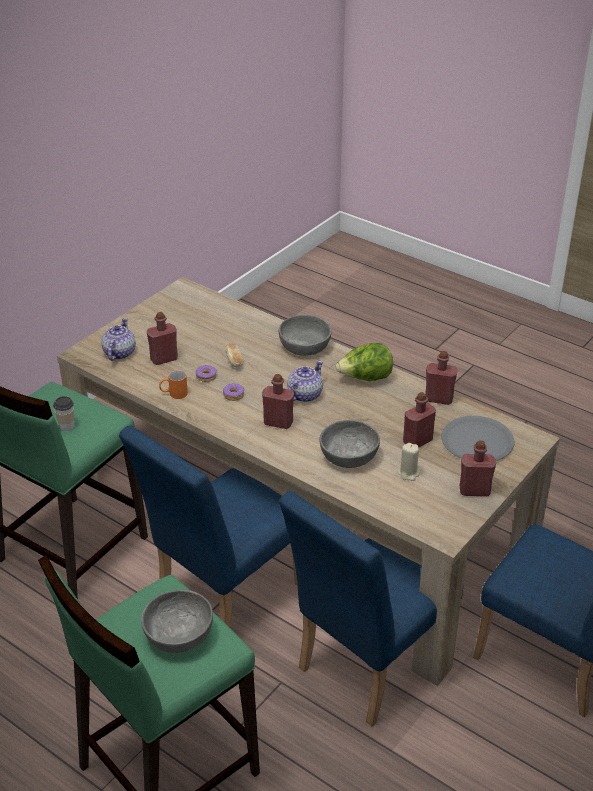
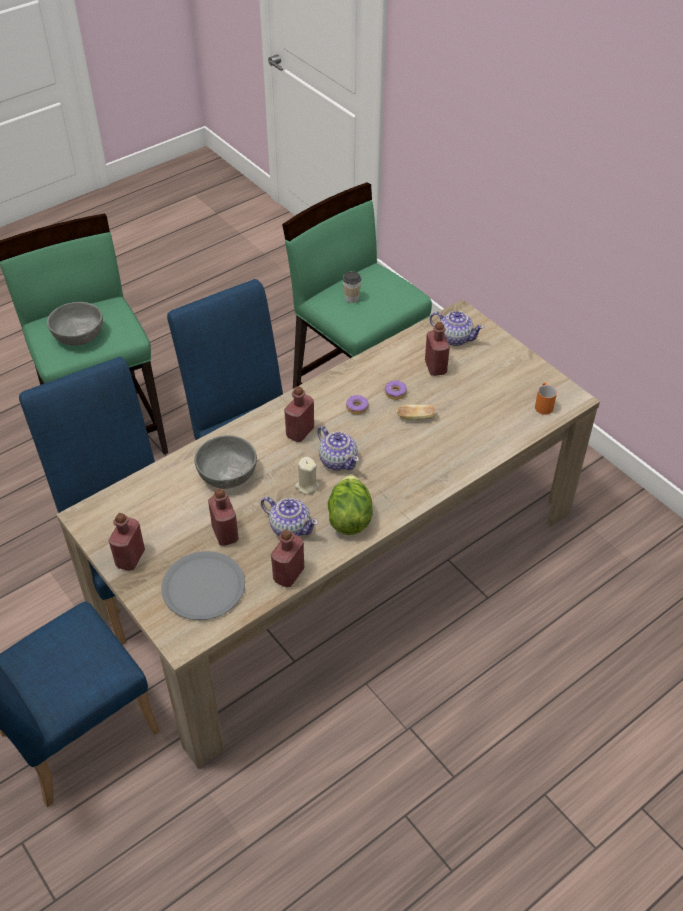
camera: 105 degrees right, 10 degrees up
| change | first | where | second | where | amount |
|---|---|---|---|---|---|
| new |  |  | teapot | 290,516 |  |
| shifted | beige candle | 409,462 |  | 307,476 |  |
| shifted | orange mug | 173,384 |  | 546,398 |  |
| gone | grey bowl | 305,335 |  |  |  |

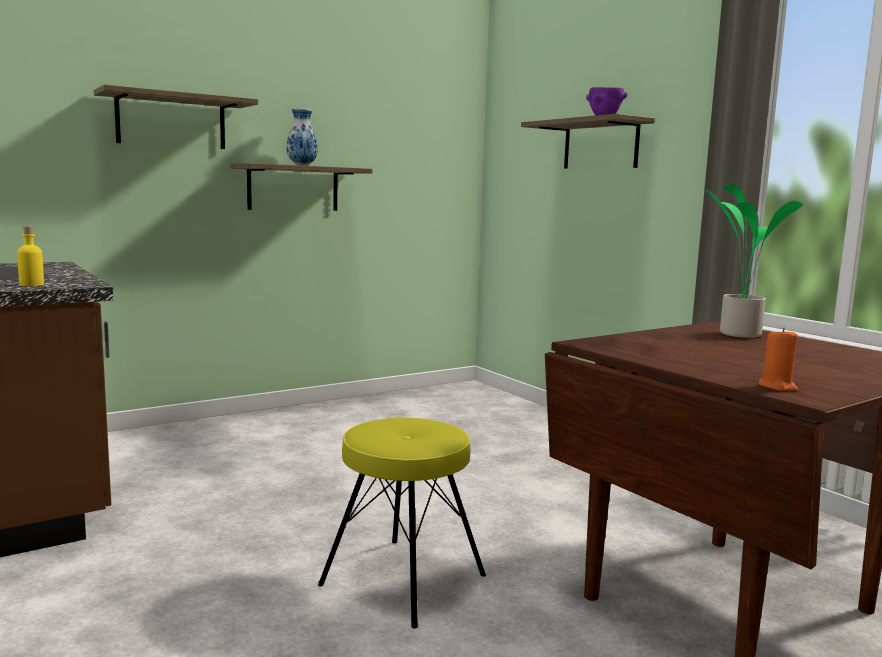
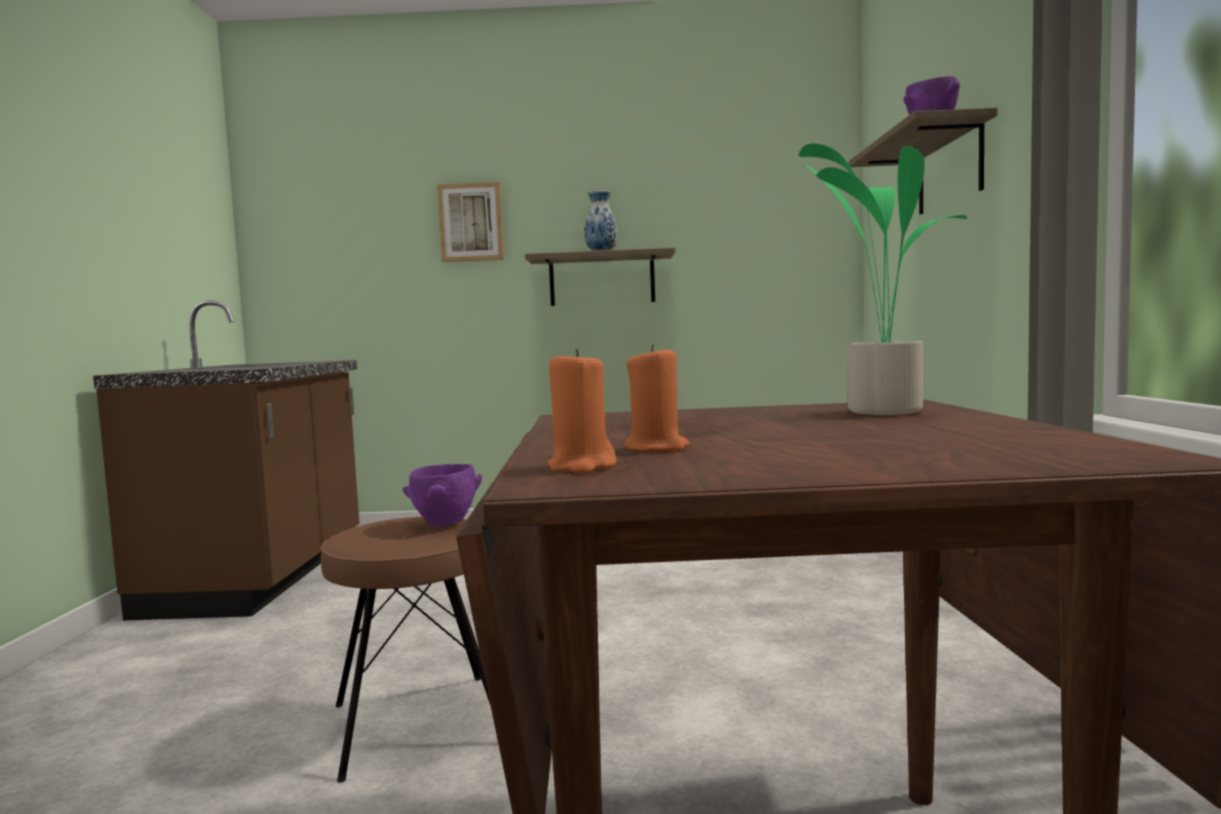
camera: 35 degrees right, 5 degrees down
| change | first | where | second | where | amount |
|---|---|---|---|---|---|
| repainted | yellow stool | 402,523 | brown stool | 406,650 |  |
| new |  |  | purple bowl | 442,495 |  |
| swapped | shelf | 176,117 | picture | 470,222 |  |
| new |  |  | orange candle | 657,397 |  |
| gone | yellow bottle | 30,256 |  |  |  |

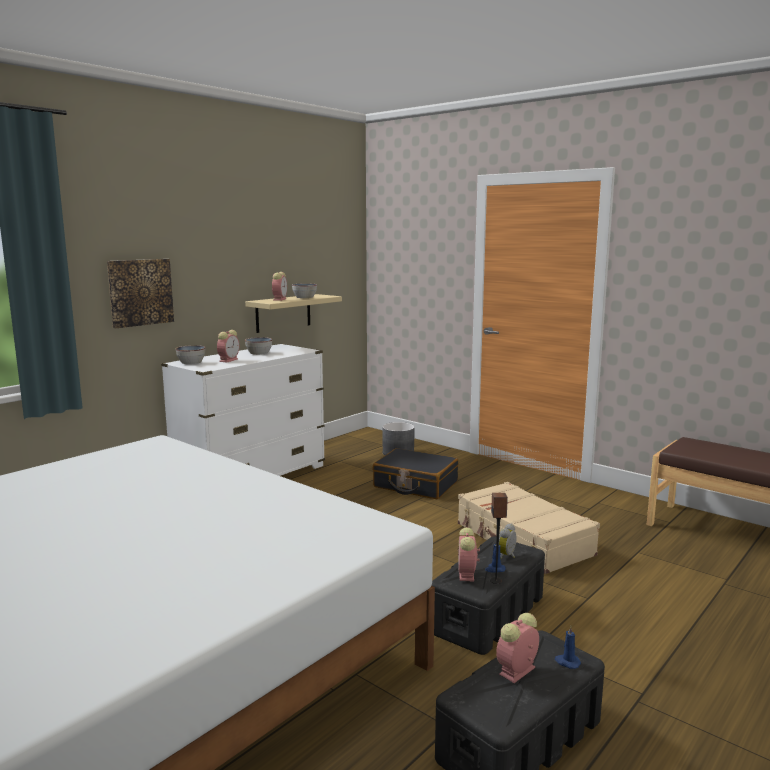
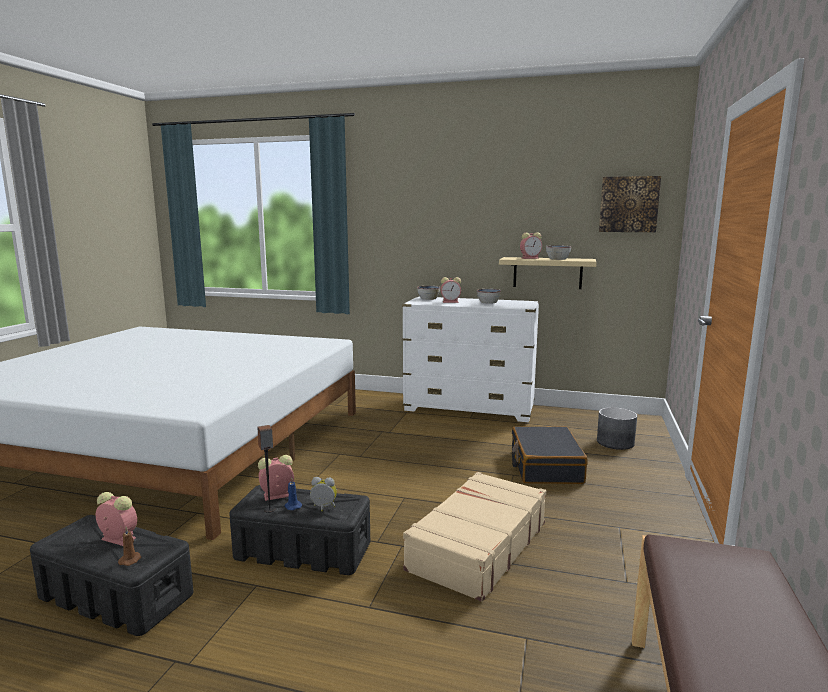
camera: 65 degrees right, 0 degrees up
| change | first | where | second | where | amount |
|---|---|---|---|---|---|
| repainted | blue candle | 568,647 | brown candle | 130,546 |  |
| shifted | picture | 140,293 |  | 630,204 |  |

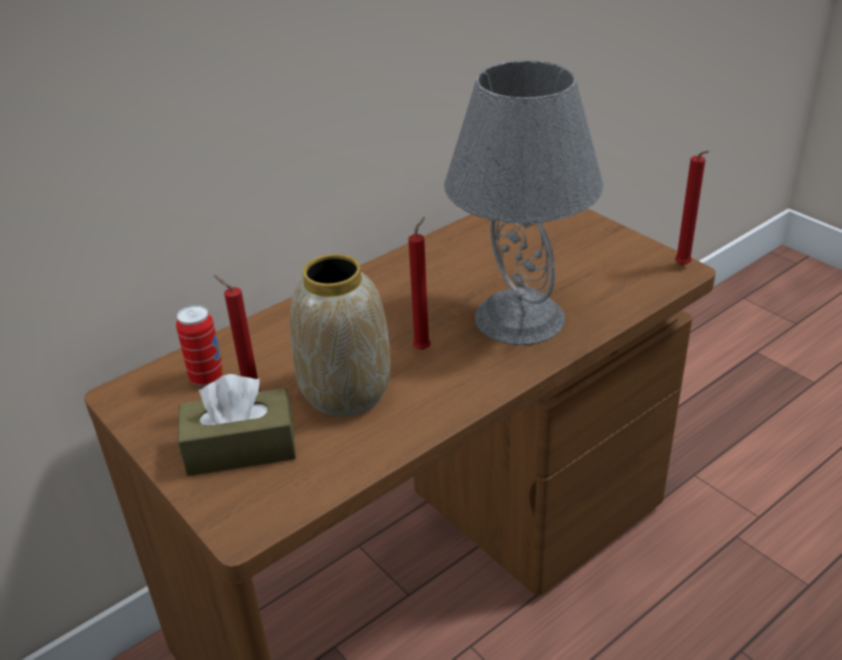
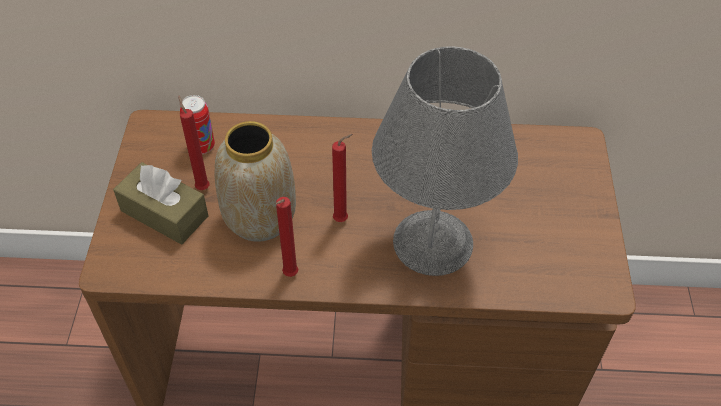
camera: 40 degrees right, 15 degrees up
| change | first | where | second | where | amount |
|---|---|---|---|---|---|
| shifted | red candle | 692,208 |  | 287,237 |  |

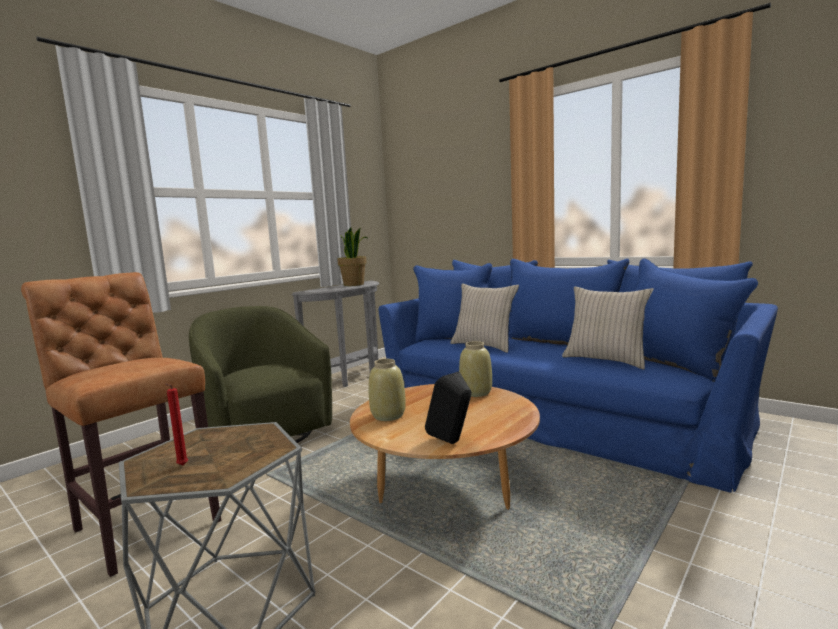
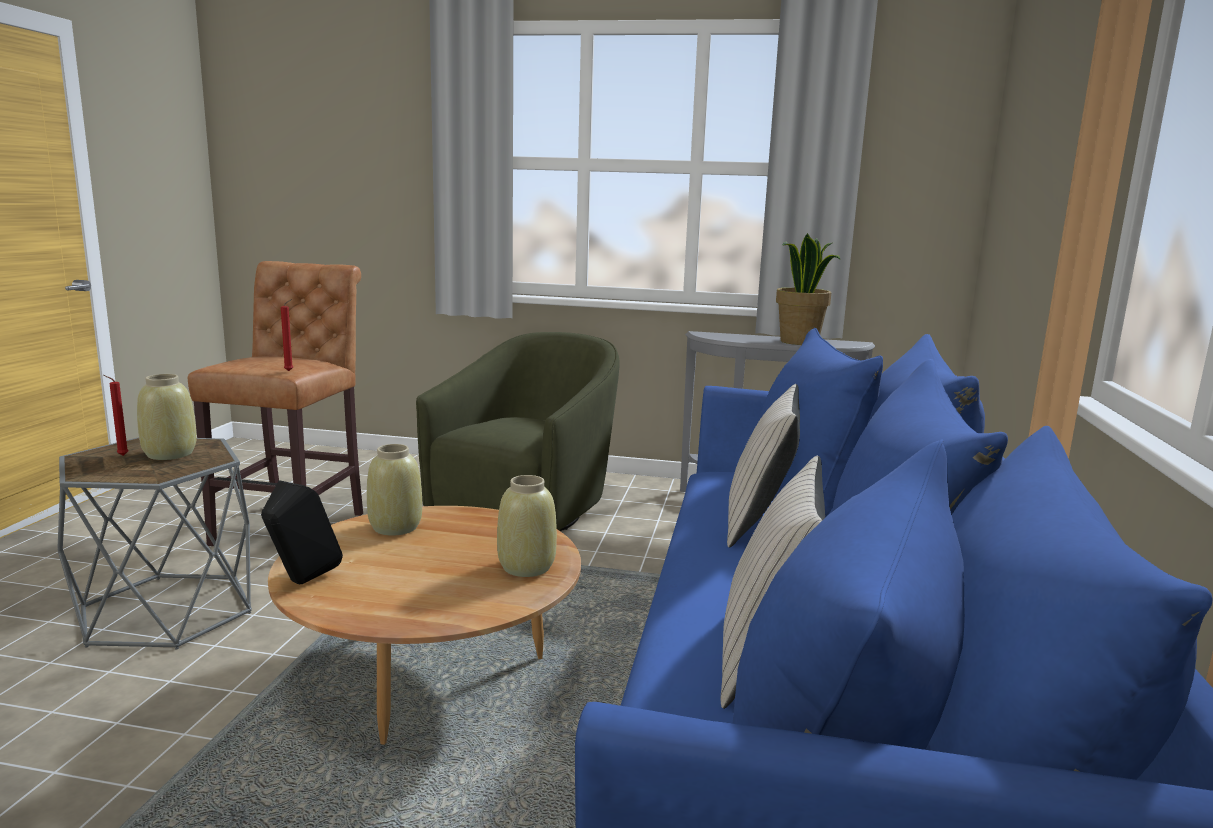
camera: 60 degrees right, 5 degrees up
| change | first | where | second | where | amount |
|---|---|---|---|---|---|
| new |  |  | beige vase | 167,417 |  |
| new |  |  | red candle | 287,335 |  |

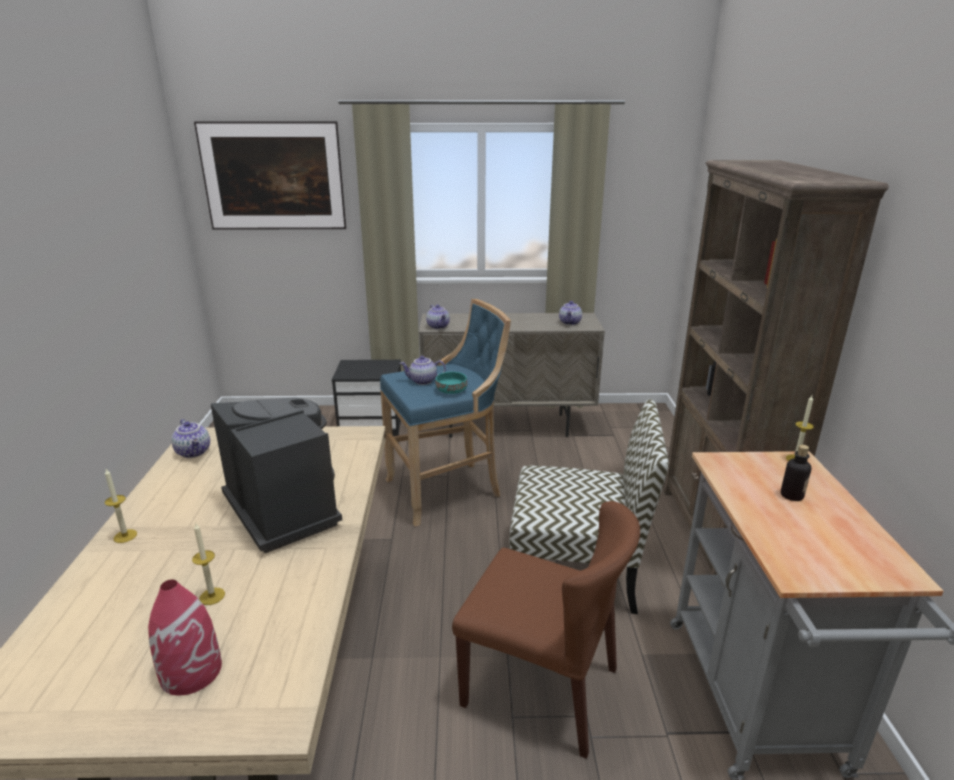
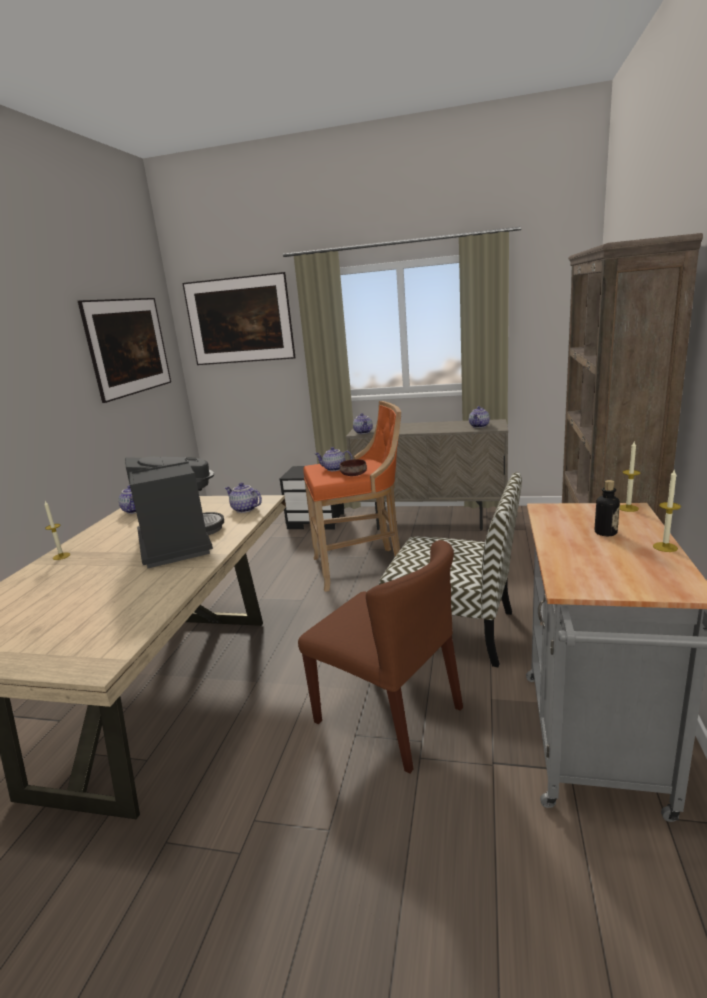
camera: 15 degrees right, 5 degrees down
| change | first | where | second | where | amount |
|---|---|---|---|---|---|
| new |  |  | picture | 124,350 |  |
| new |  |  | teapot | 243,498 |  |
| repainted | blue stool | 445,412 | orange stool | 352,496 |  |
| repainted | turquoise bowl | 451,383 | brown bowl | 353,467 |  |
| shifted | candle | 208,563 |  | 667,511 |  |
| gone | red vase | 185,638 |  |  |  |

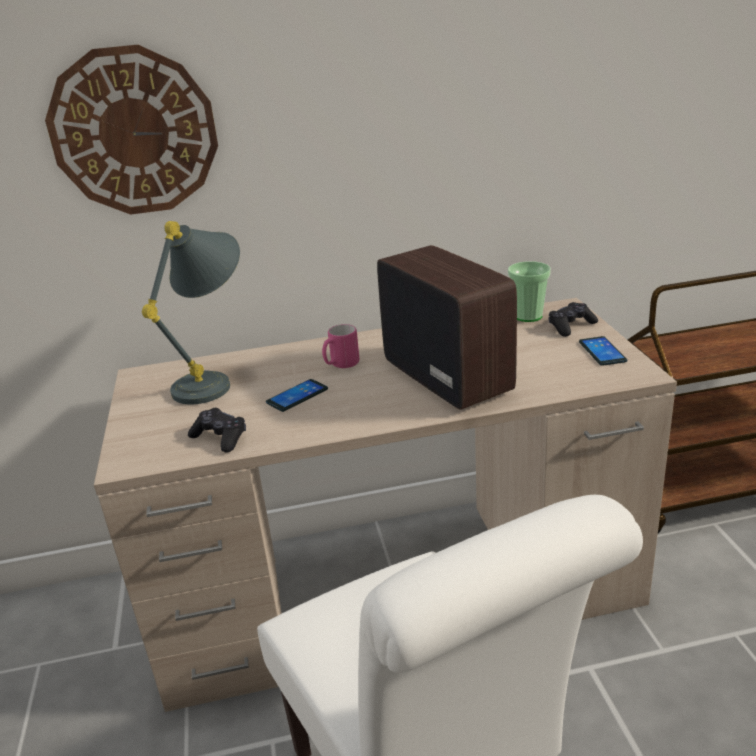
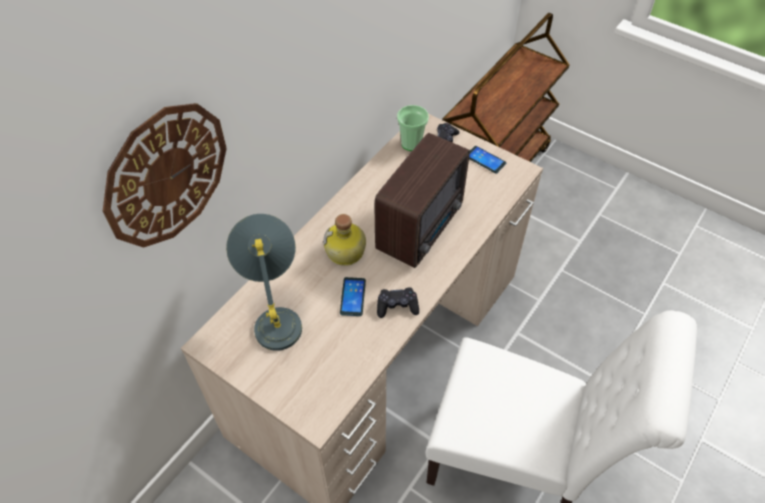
camera: 45 degrees left, 25 degrees up
| change | first | where | second | where | amount |
|---|---|---|---|---|---|
| swapped | pink mug | 340,346 | bottle | 344,240 |  |
| rotated | radio | 447,327 |  | 422,200 | 105 degrees clockwise |
| shifted | black game controller | 217,430 |  | 398,302 |  |

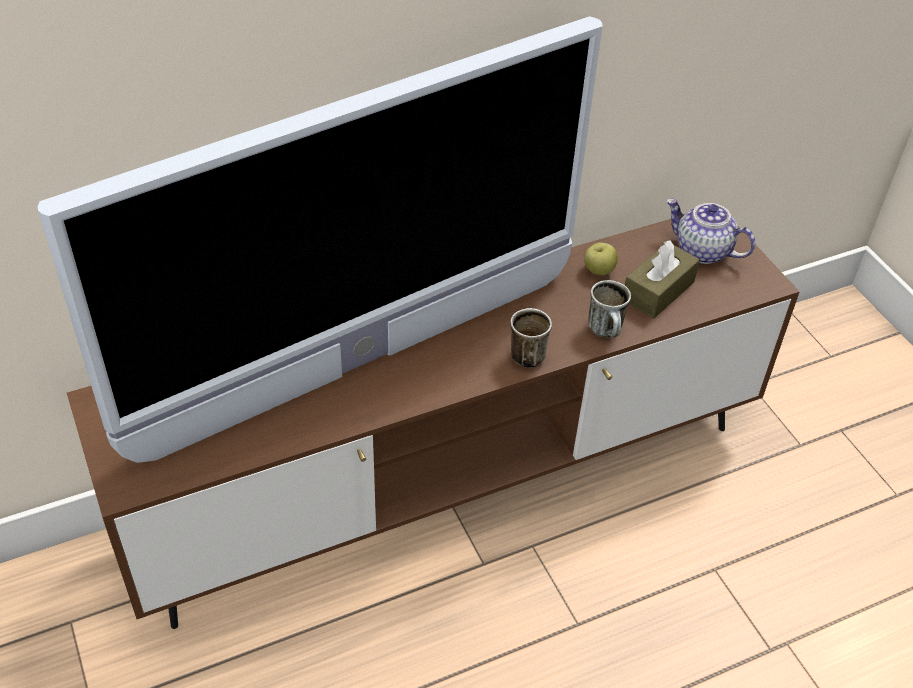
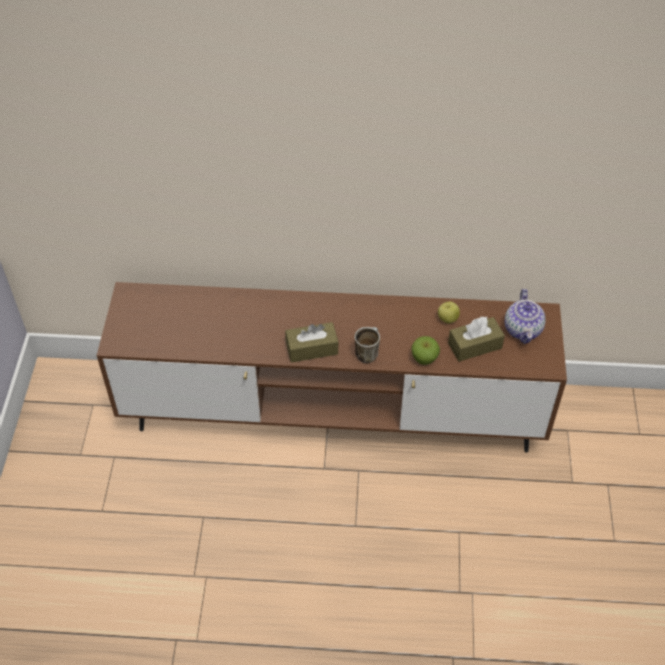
camera: 30 degrees right, 5 degrees up
| change | first | where | second | where | amount |
|---|---|---|---|---|---|
| new |  |  | brown tissue box | 312,342 |  |
| swapped | mug | 609,308 | apple | 426,350 |  |
| rotated | teapot | 710,231 |  | 525,316 | 150 degrees counterclockwise |
| gone | television | 320,239 |  |  |  |

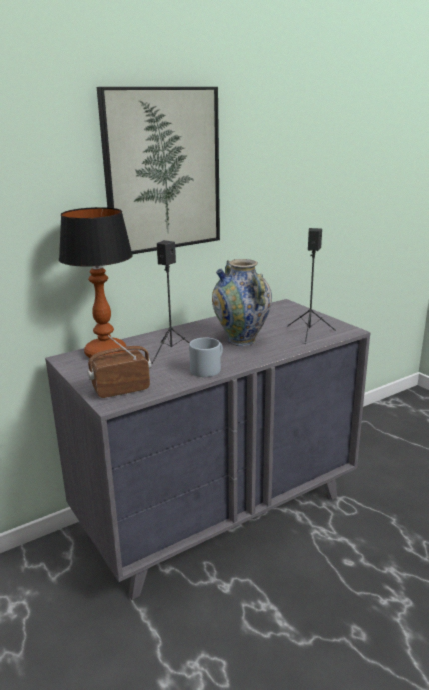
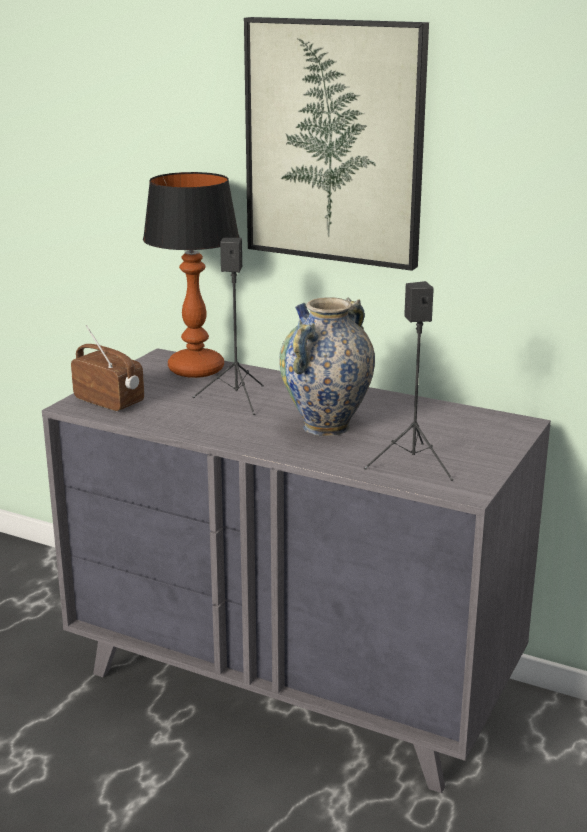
camera: 60 degrees right, 0 degrees up
| change | first | where | second | where | amount |
|---|---|---|---|---|---|
| gone | grey mug | 206,357 |  |  |  |

